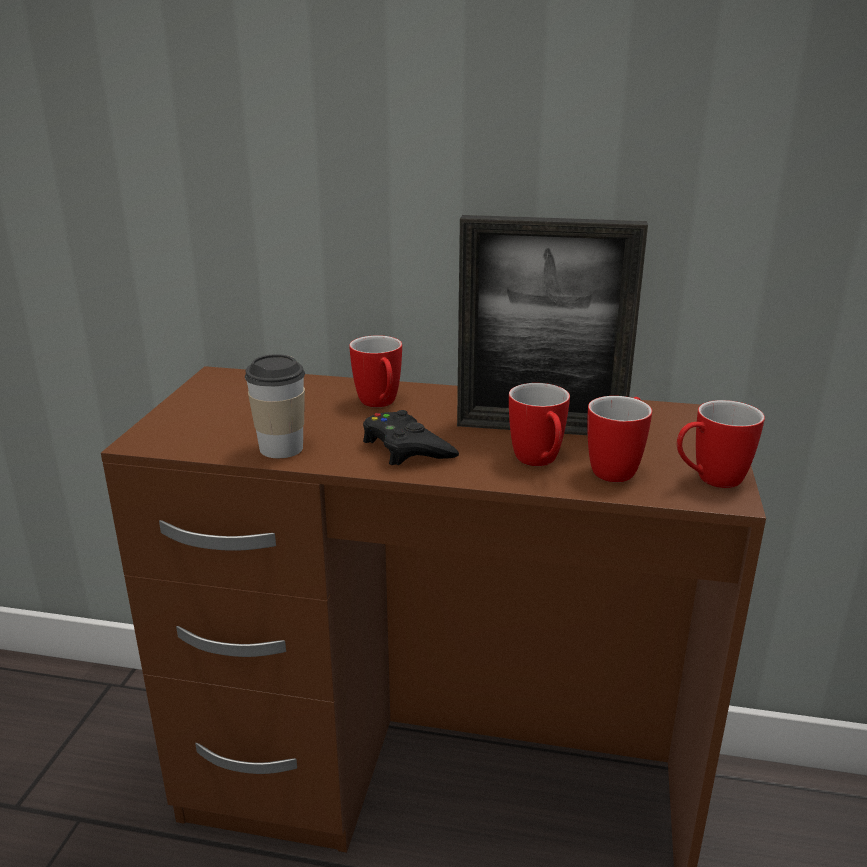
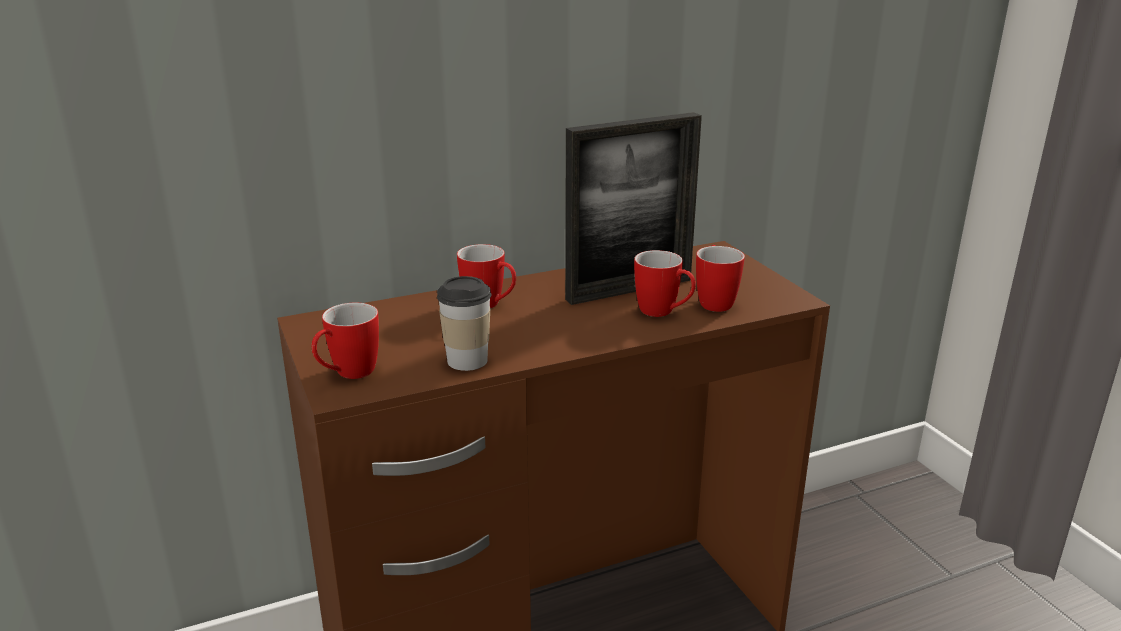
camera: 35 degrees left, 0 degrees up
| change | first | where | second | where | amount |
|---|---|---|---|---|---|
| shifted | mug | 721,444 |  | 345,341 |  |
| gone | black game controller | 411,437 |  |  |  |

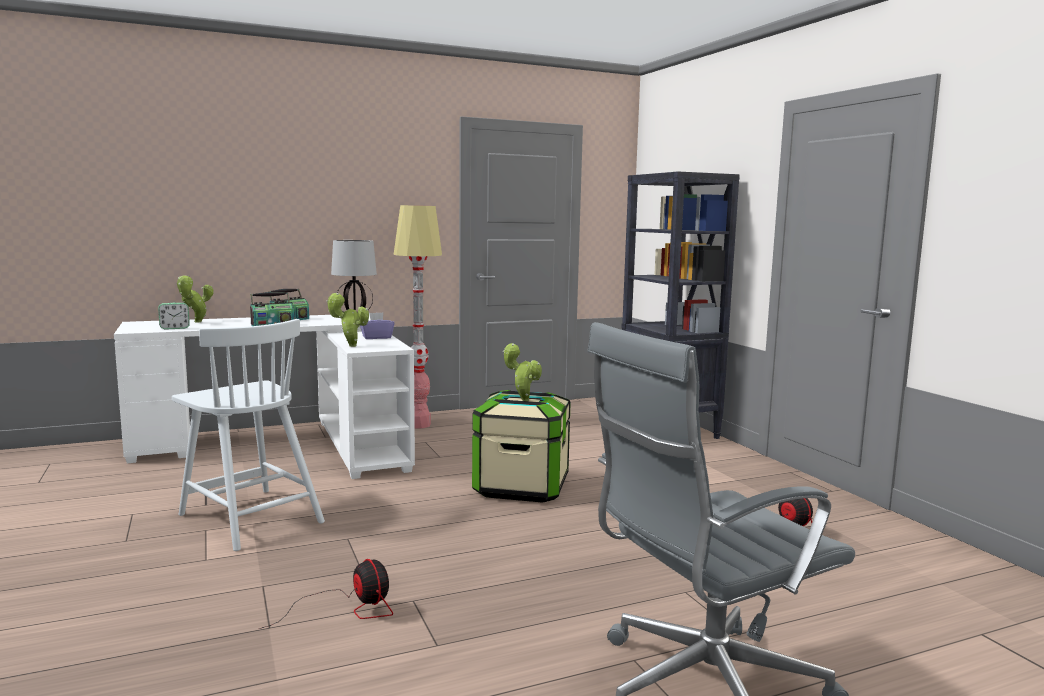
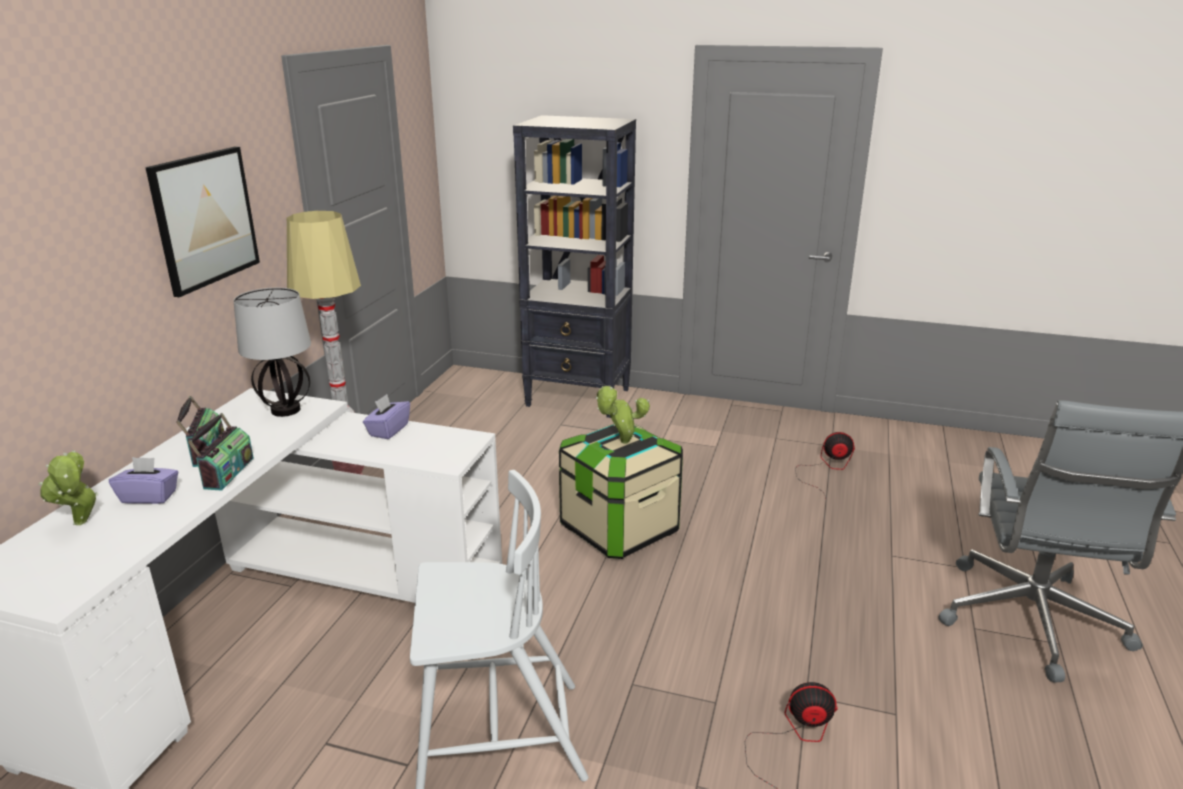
camera: 50 degrees left, 15 degrees up
| change | first | where | second | where | amount |
|---|---|---|---|---|---|
| new |  |  | purple tissue box | 143,480 |  |
| new |  |  | picture | 202,222 |  |
| gone | alarm clock | 174,316 |  |  |  |
| gone | potted plant | 347,320 |  |  |  |

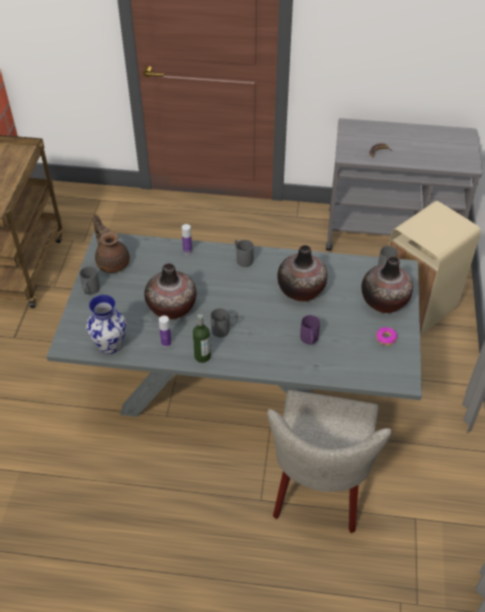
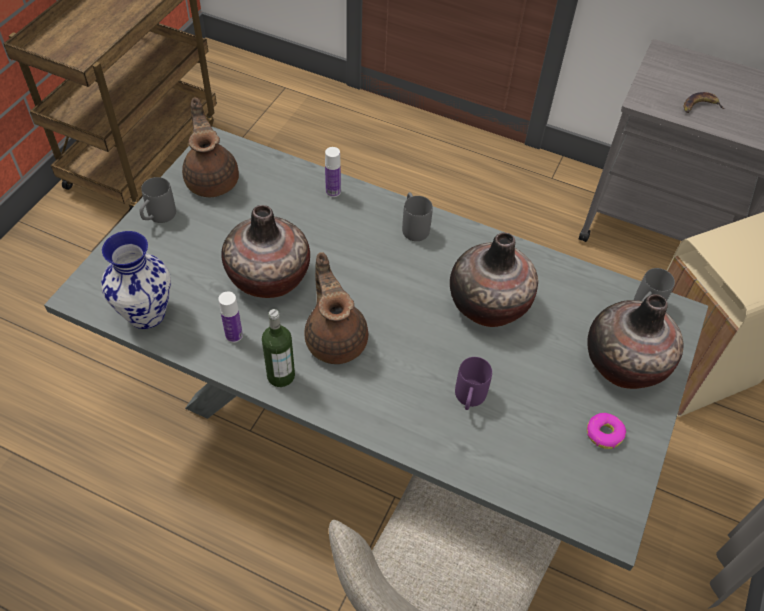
camera: 15 degrees right, 5 degrees up
| change | first | where | second | where | amount |
|---|---|---|---|---|---|
| swapped | grey mug | 224,322 | brown teapot | 336,308 |  |

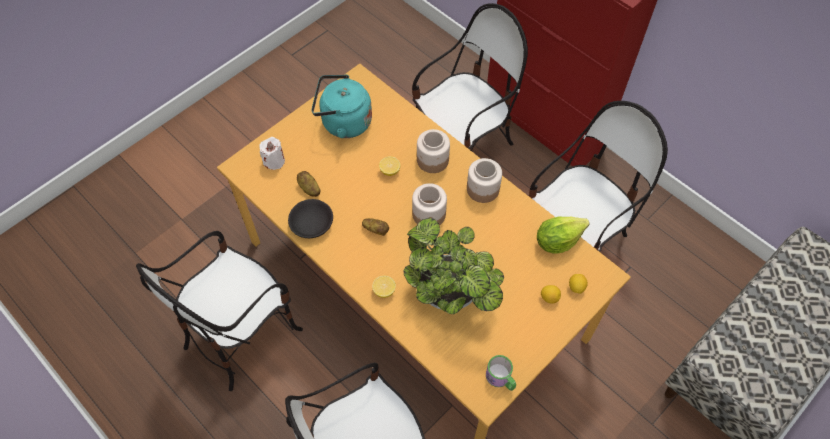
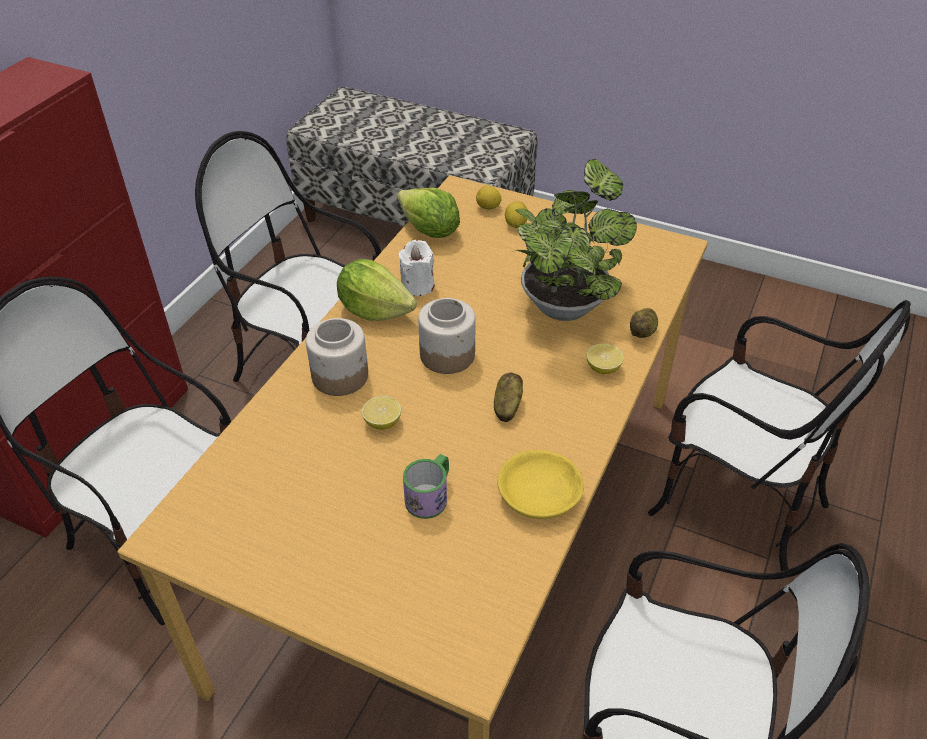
camera: 110 degrees left, 15 degrees down
| change | first | where | second | where | amount |
|---|---|---|---|---|---|
| swapped | jar | 484,180 | lettuce | 377,290 |  |
| shifted | white candle | 272,153 |  | 416,268 |  |
| shifted | mug | 501,373 |  | 426,486 |  |
| repainted | black bowl | 310,218 | yellow bowl | 540,484 |  |
| shifted | potato | 309,184 |  | 644,323 |  |
| gone | turquoise kettle | 342,106 |  |  |  |

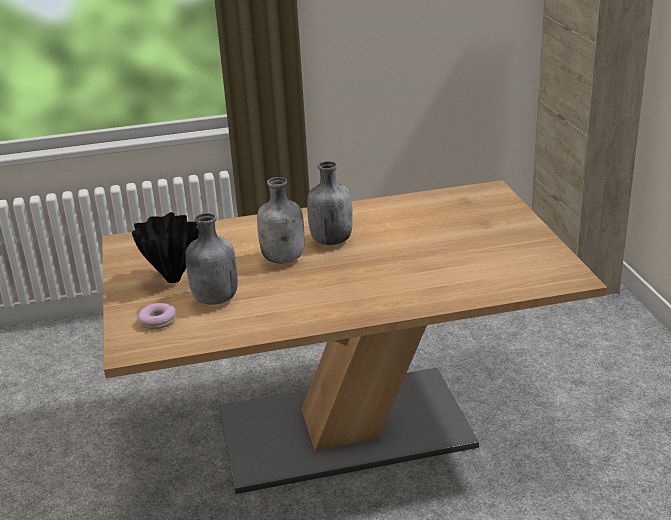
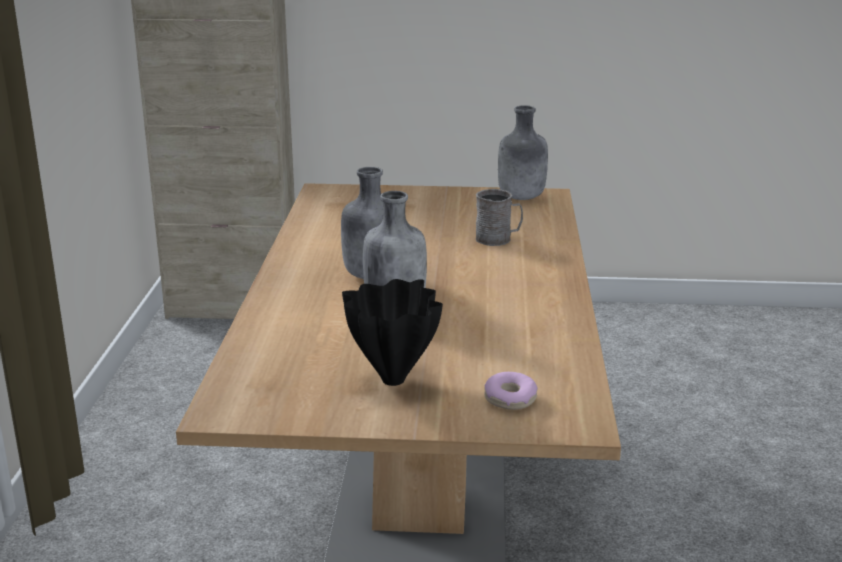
camera: 75 degrees left, 5 degrees down
| change | first | where | second | where | amount |
|---|---|---|---|---|---|
| new |  |  | grey mug | 499,217 |  |
| shifted | grey bottle | 211,259 |  | 523,152 |  |

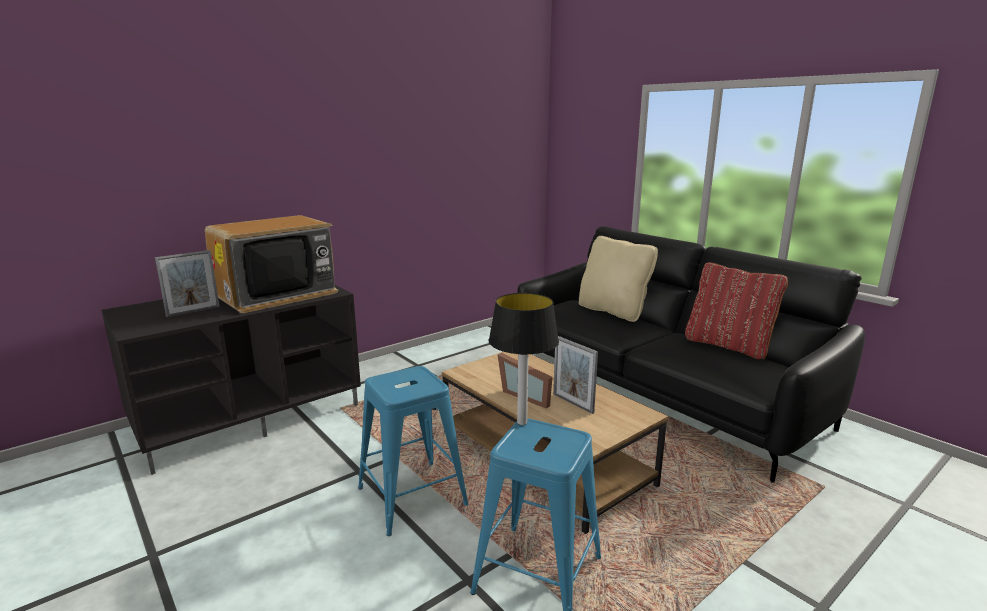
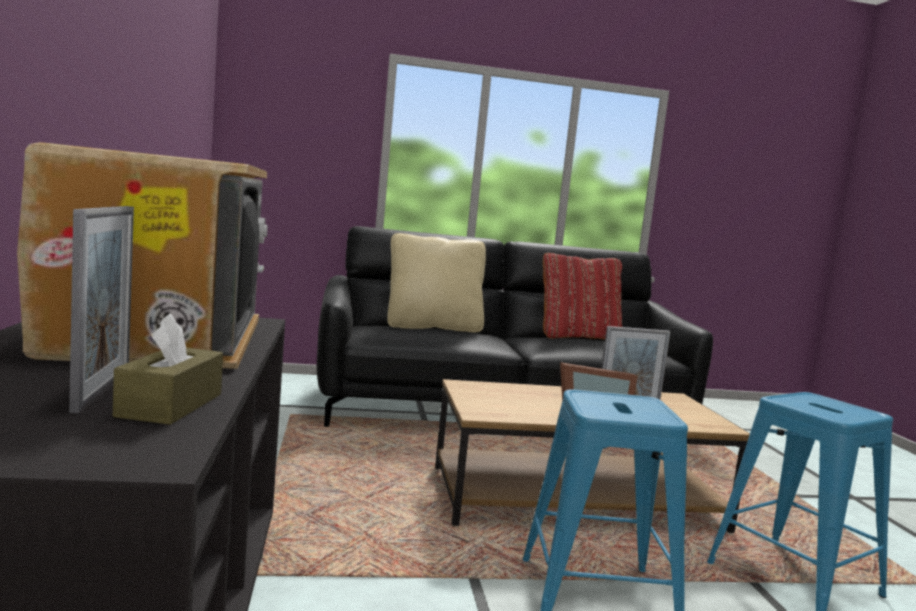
camera: 60 degrees left, 10 degrees down
| change | first | where | second | where | amount |
|---|---|---|---|---|---|
| new |  |  | brown tissue box | 168,369 |  |
| gone | table lamp | 523,359 |  |  |  |

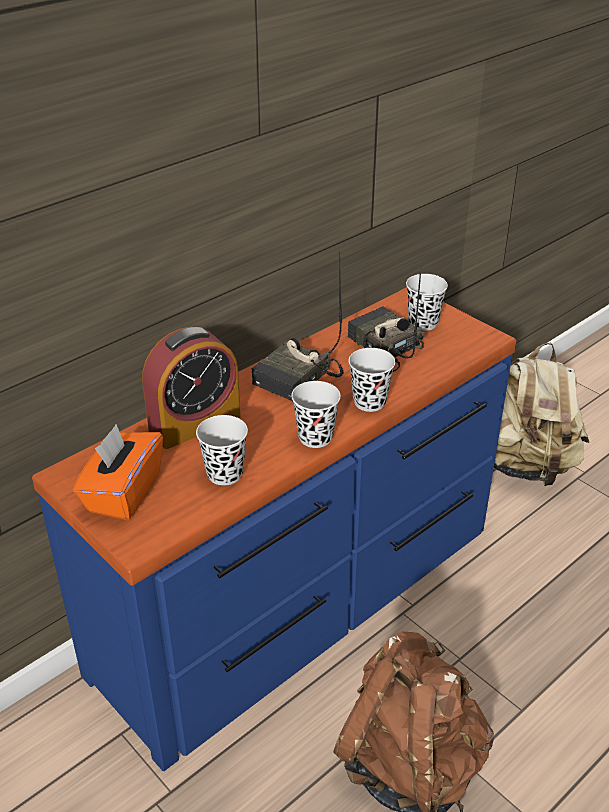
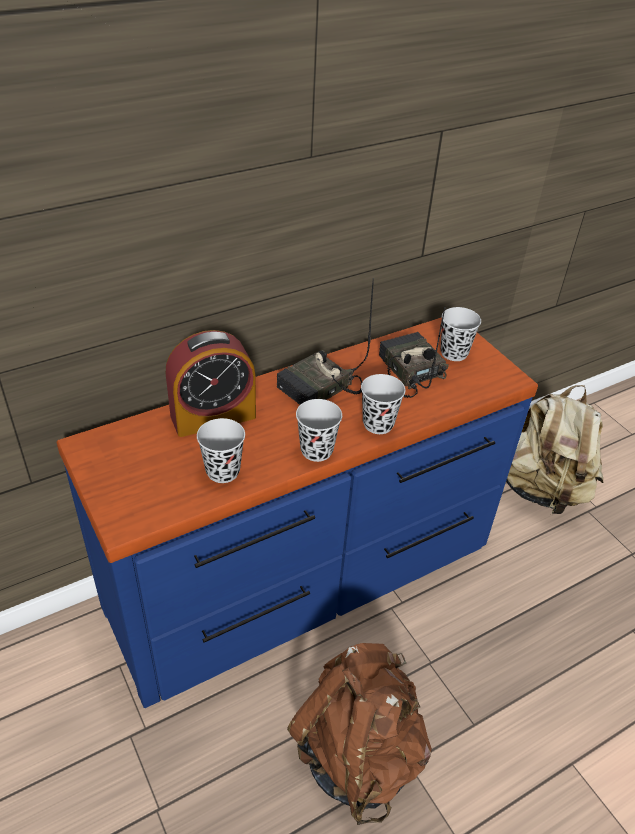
camera: 10 degrees right, 5 degrees up
| change | first | where | second | where | amount |
|---|---|---|---|---|---|
| gone | orange tissue box | 118,472 |  |  |  |

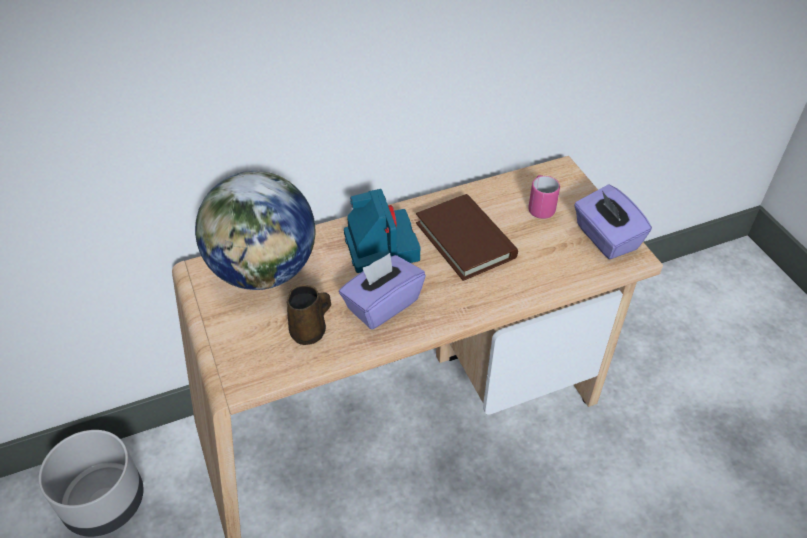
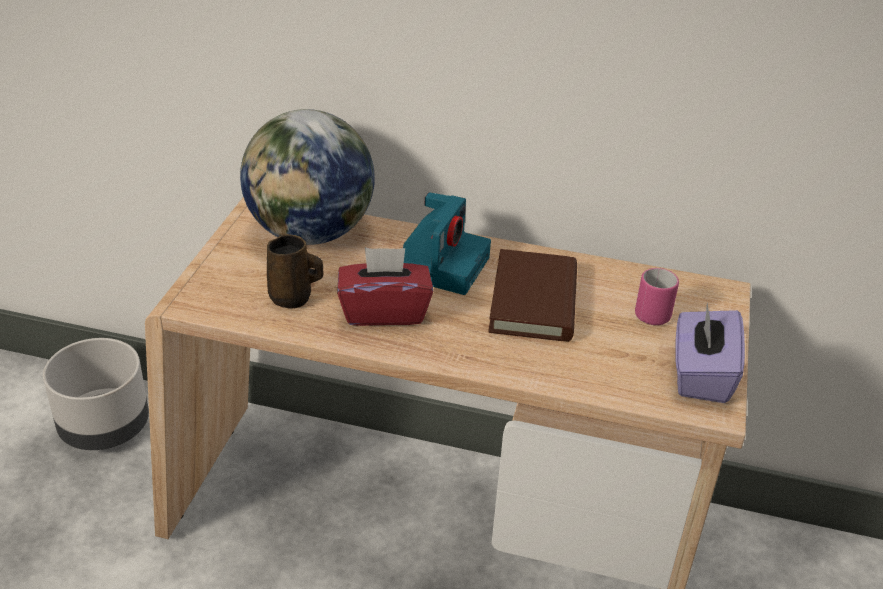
camera: 35 degrees right, 10 degrees down
| change | first | where | second | where | amount |
|---|---|---|---|---|---|
| repainted | purple tissue box | 382,291 | red tissue box | 385,286 |  |

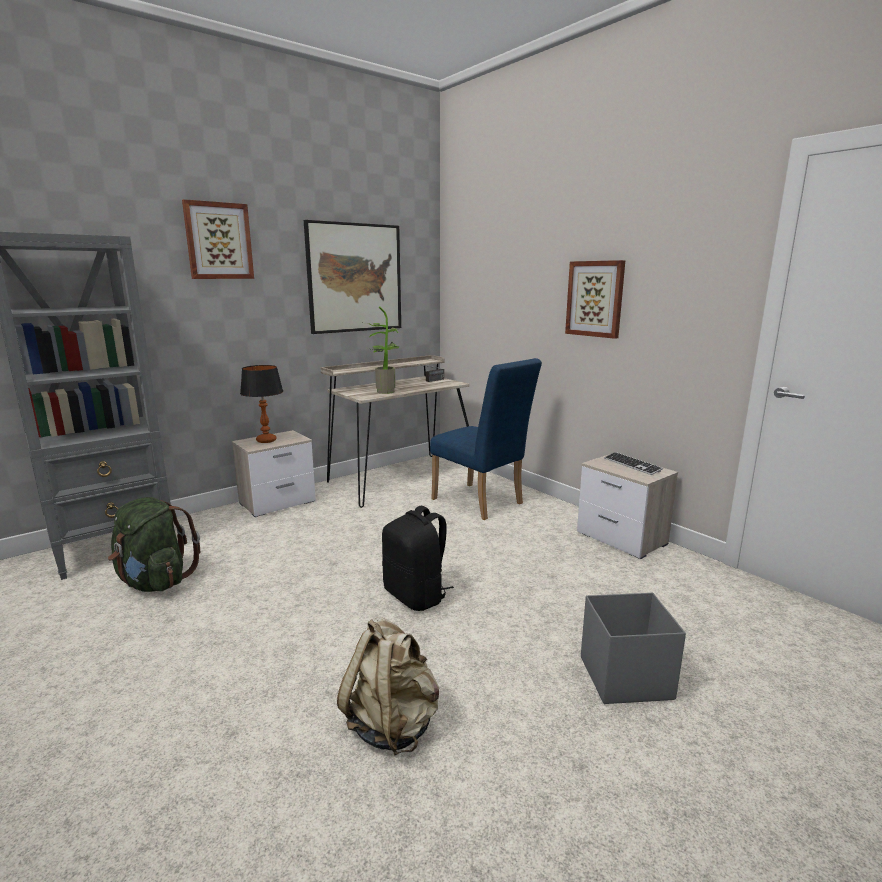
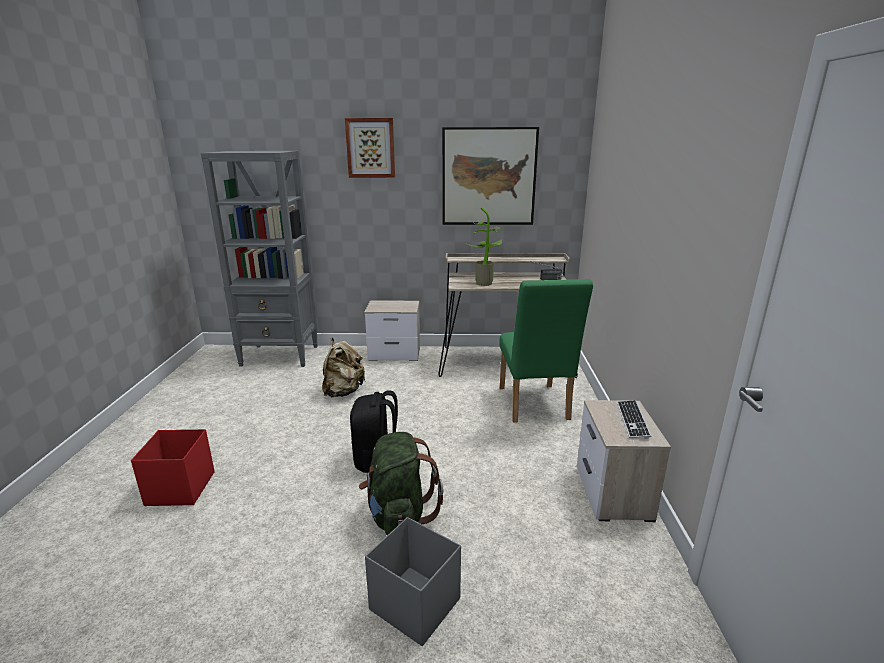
camera: 40 degrees right, 5 degrees up
| change | first | where | second | where | amount |
|---|---|---|---|---|---|
| new |  |  | red storage box | 173,467 |  |
| shifted | beige backpack | 388,686 |  | 344,367 |  |
| shifted | green backpack | 154,544 |  | 401,483 |  |
| repainted | blue chair | 486,439 | green chair | 546,351 |  |
| gone | table lamp | 261,404 |  |  |  |
| gone | picture | 595,299 |  |  |  |

